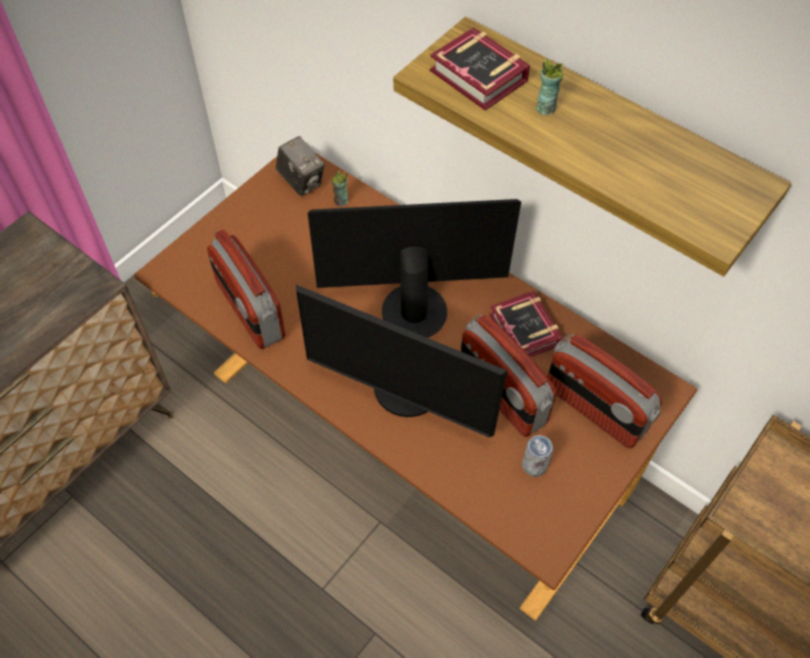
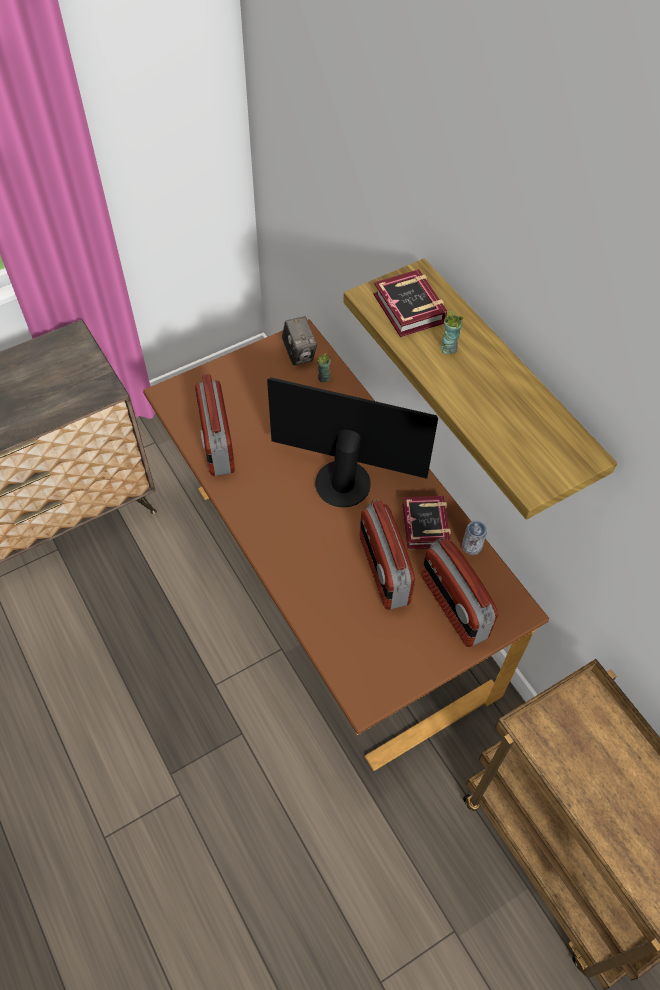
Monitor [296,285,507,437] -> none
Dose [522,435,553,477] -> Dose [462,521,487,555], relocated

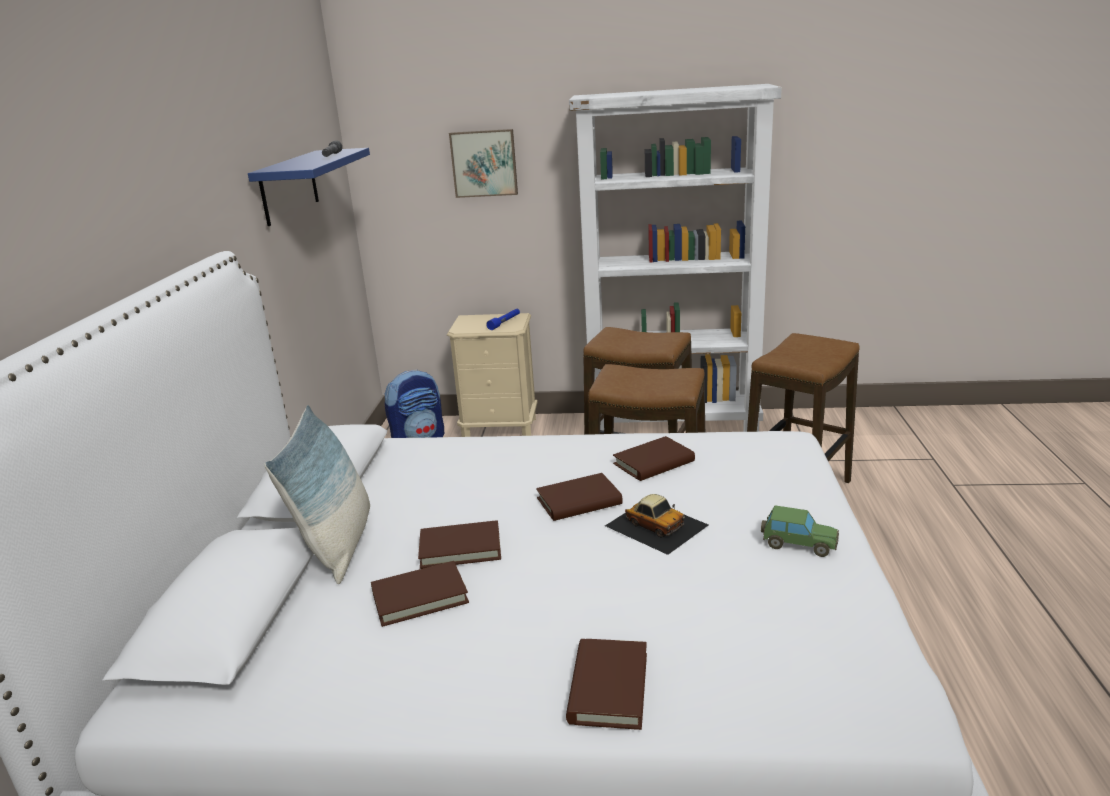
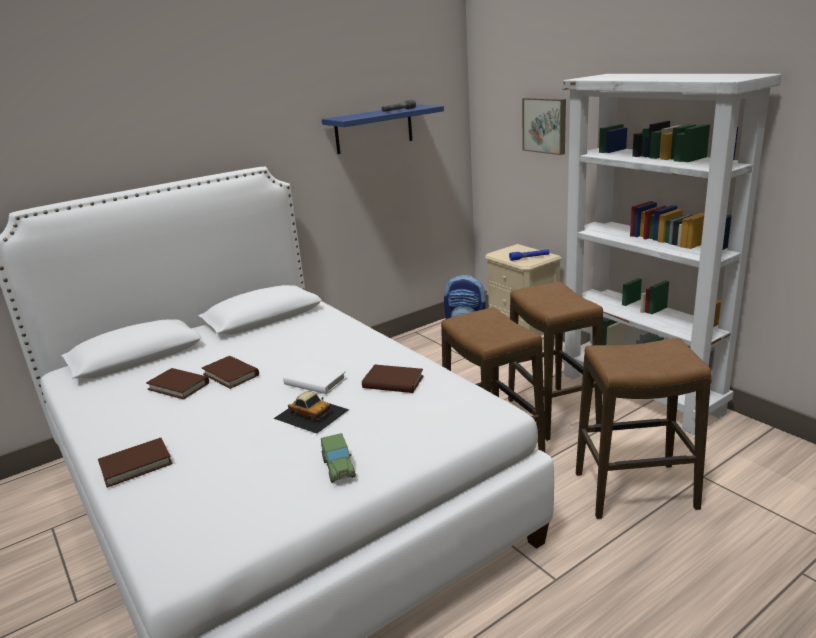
Kissen [264,405,370,584] -> none
Buch (braun) [536,473,623,521] -> Buch (weiß) [283,363,347,394]
Spielzeugauto [605,494,708,555] -> Spielzeugauto [273,391,349,434], 60 degrees counterclockwise

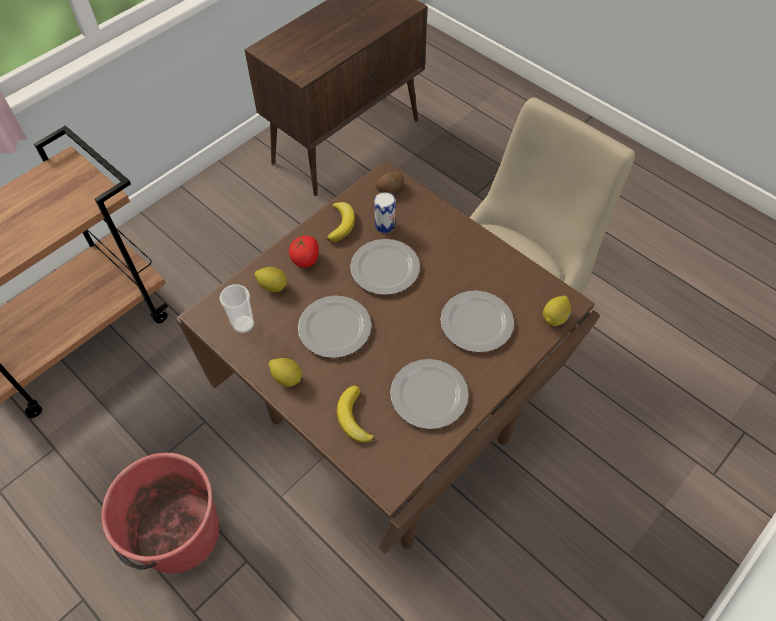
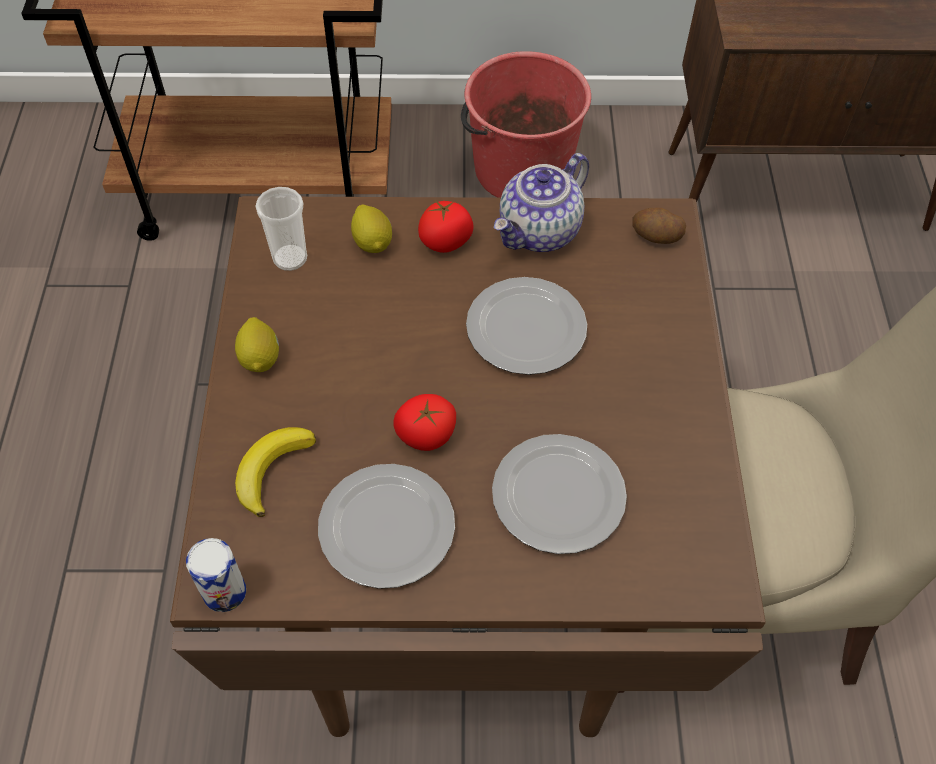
Dose [374,192,396,233] -> Dose [186,538,246,612], relocated
Banane [327,202,355,242] -> Teekanne [494,153,589,252]
Teller [298,296,371,358] -> none
Zitrone [543,296,571,326] -> none
Eimer (rot) [102,452,219,574] -> Eimer (rot) [461,51,591,198], relocated
none -> Tomate [393,394,456,451]

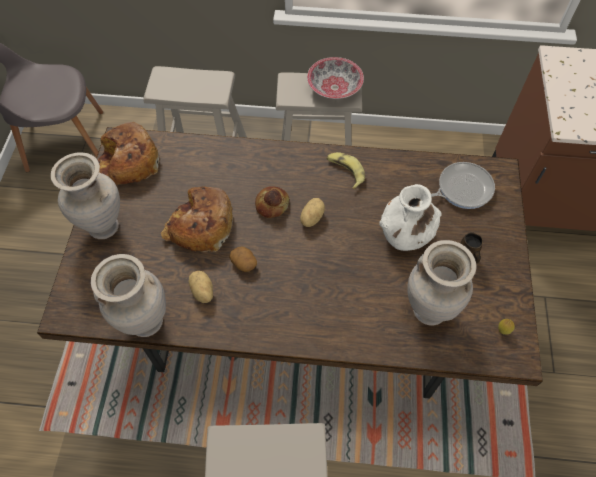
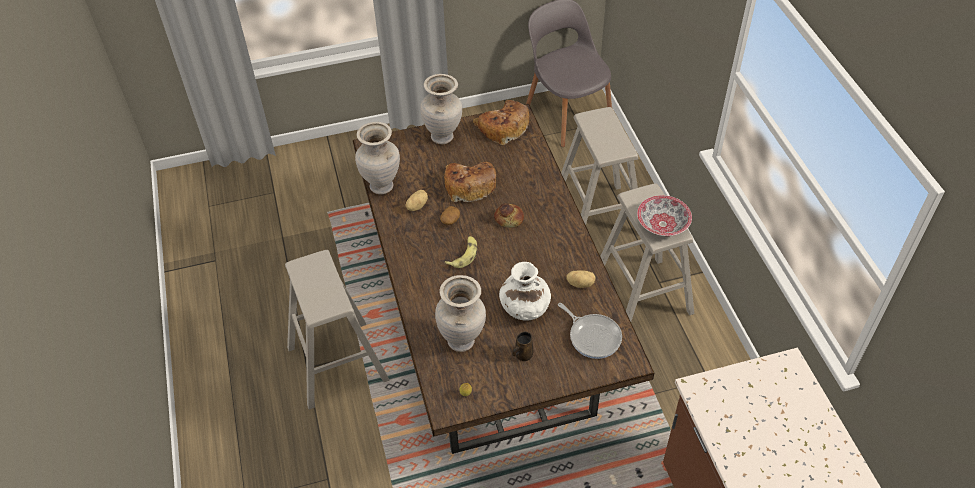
Banane [327,152,365,190] -> Banane [445,236,477,268], relocated
Kartoffel [300,198,325,227] -> Kartoffel [566,270,596,288], relocated

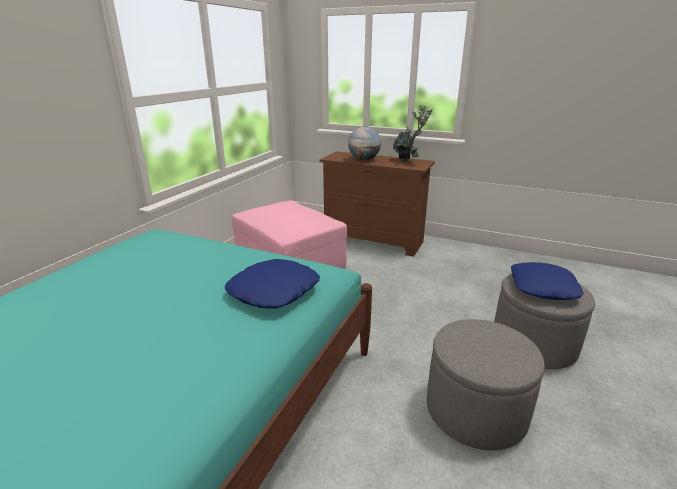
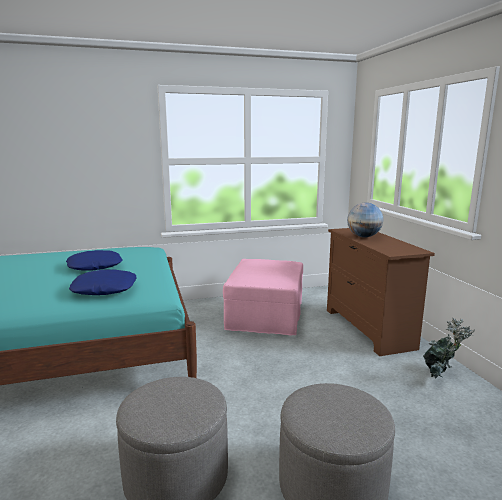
Topfpflanze [393,105,433,163] -> Topfpflanze [423,317,475,379], relocated
Kissen (blau) [511,262,584,300] -> Kissen (blau) [66,250,122,271], relocated

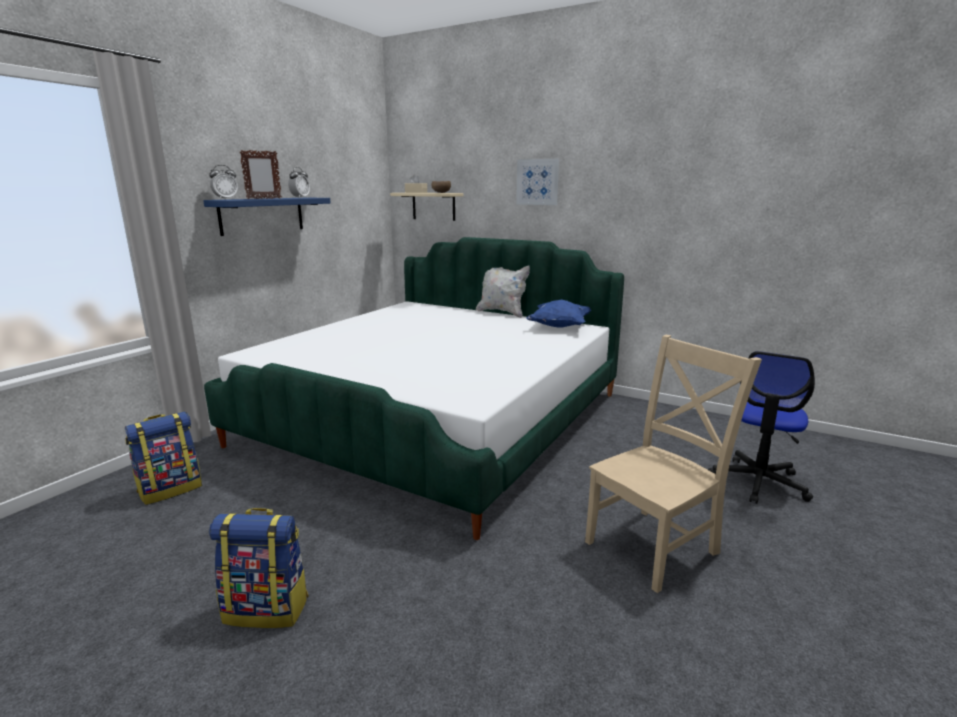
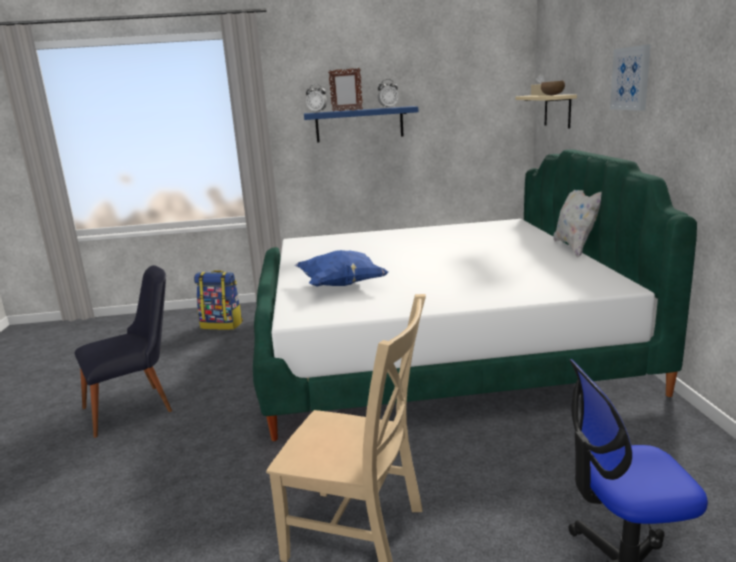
Kissen (blau) [526,299,592,327] -> Kissen (blau) [295,250,389,287], relocated
Rucksack [209,508,309,628] -> Stuhl (schwarz) [75,265,172,438]

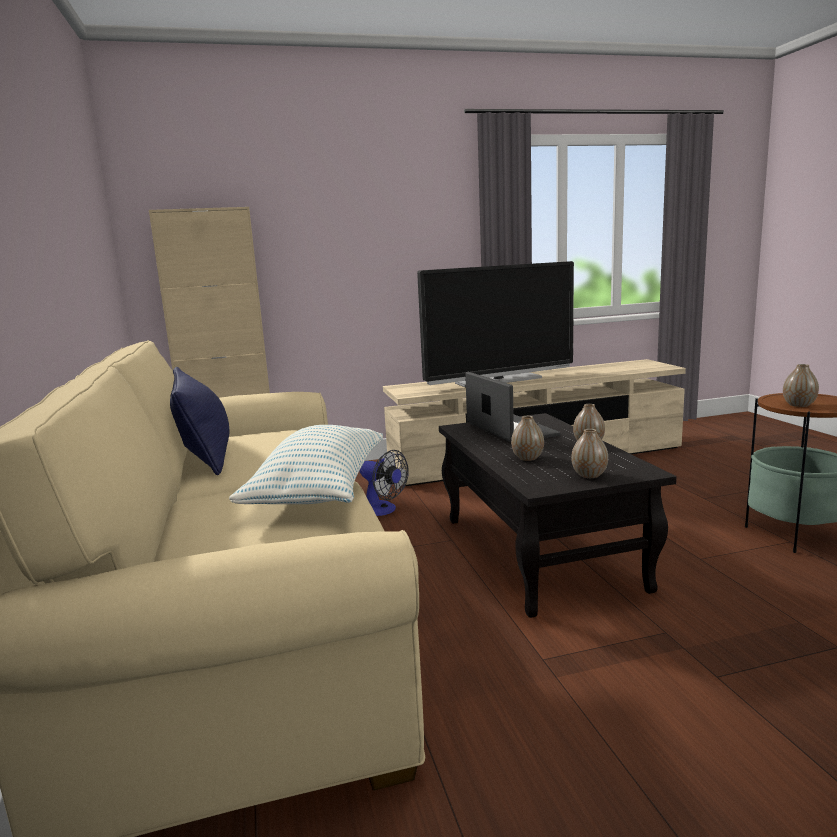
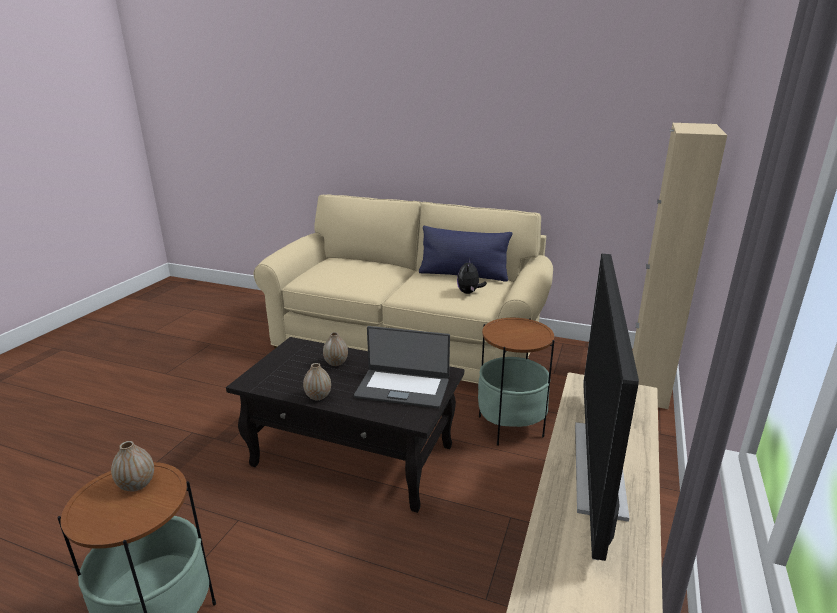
Kissen [229,425,383,504] -> none
Vase [571,429,608,478] -> none
Ventilator [360,450,409,516] -> Beistelltisch [478,318,554,446]
none -> Plüschtier [457,258,487,294]

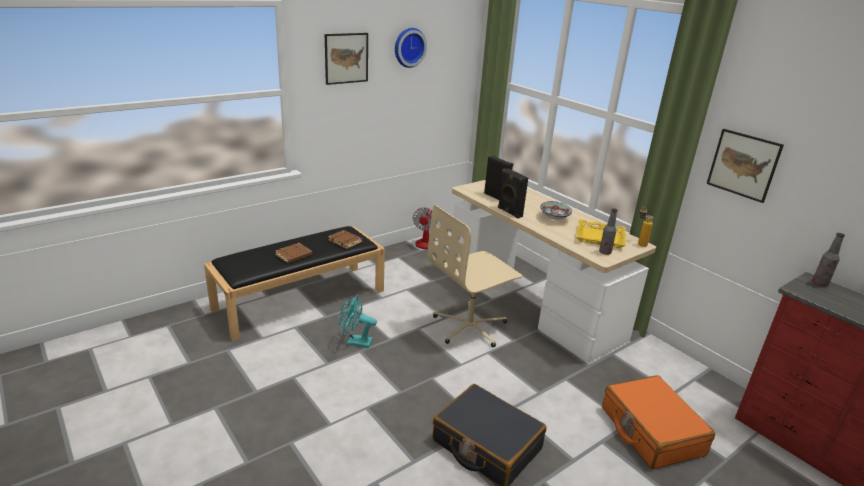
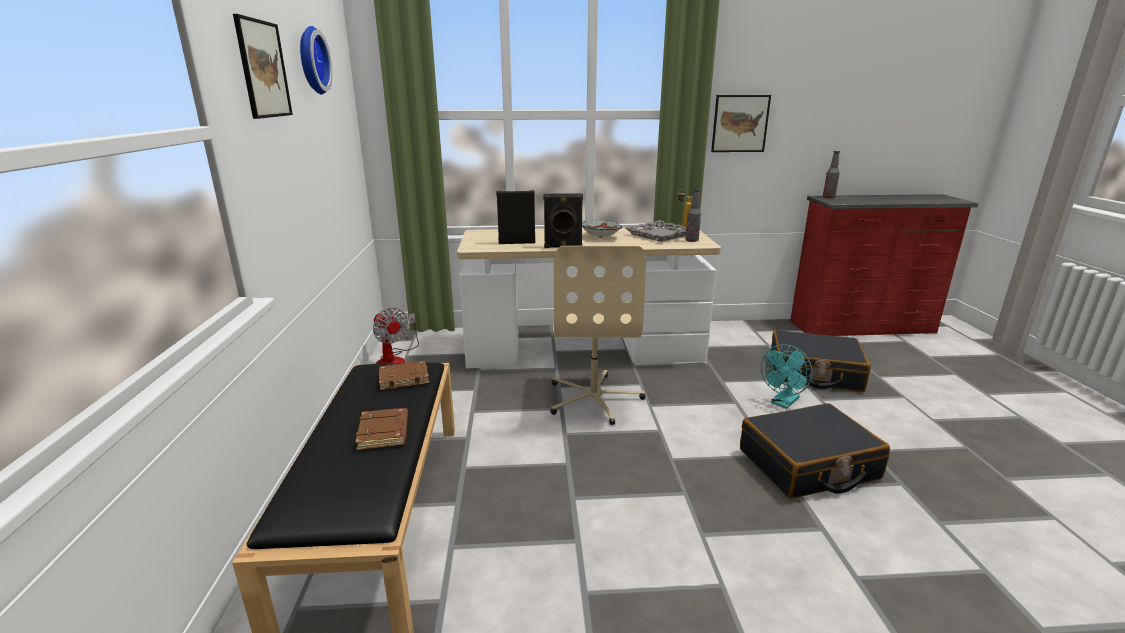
Tablett (gelb) [576,219,626,248] -> Tablett (grau) [626,220,686,242]
Ventilator (türkis) [339,295,377,348] -> Ventilator (türkis) [761,344,812,409], relocated
Koffer (orange) [602,375,715,470] -> Koffer (schwarz) [771,330,871,392]

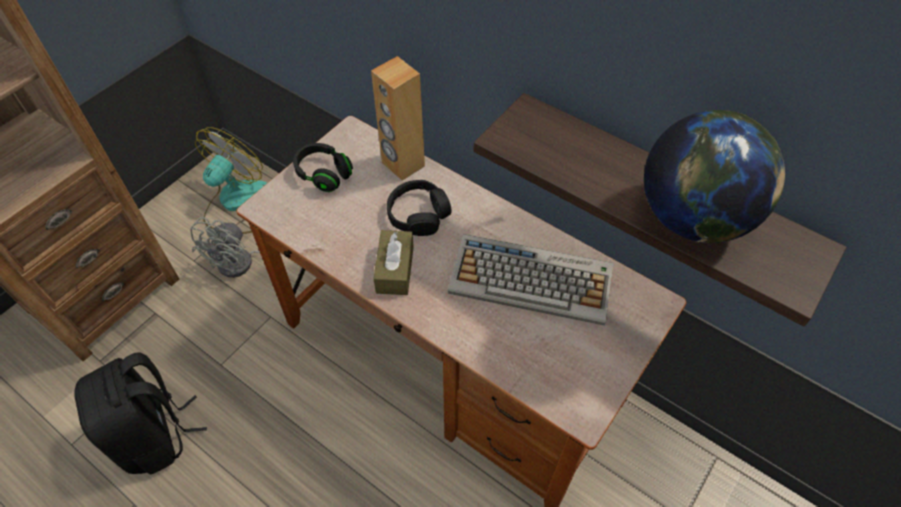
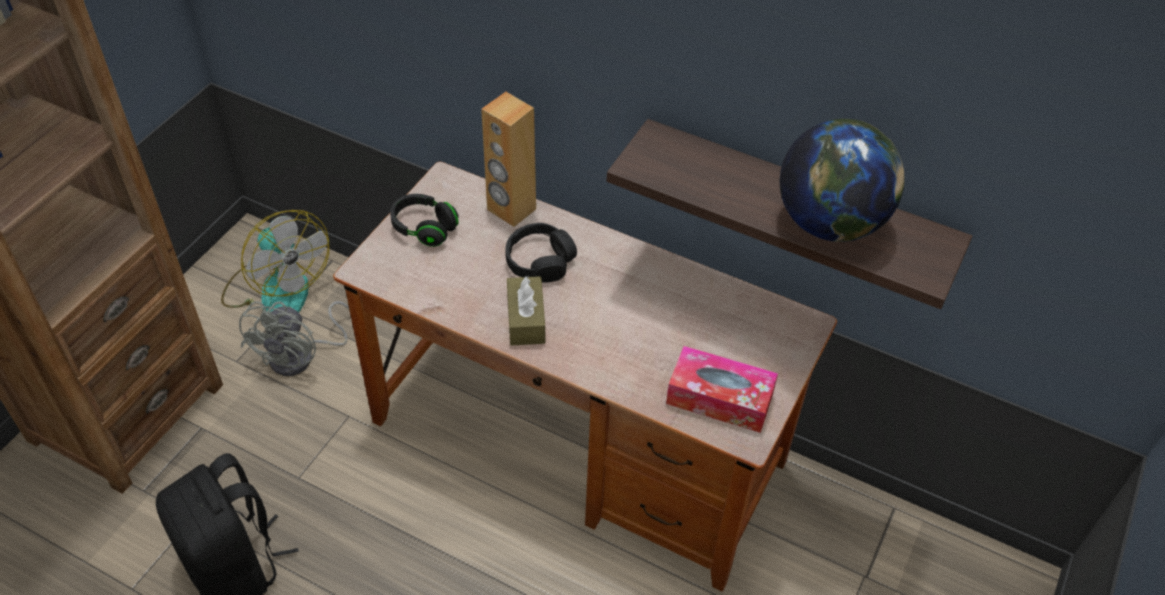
Ventilator [195,127,267,234] -> Ventilator [221,210,329,312], 120 degrees clockwise
Tastatur [448,234,614,326] -> none
none -> Taschentuchbox [666,346,778,433]

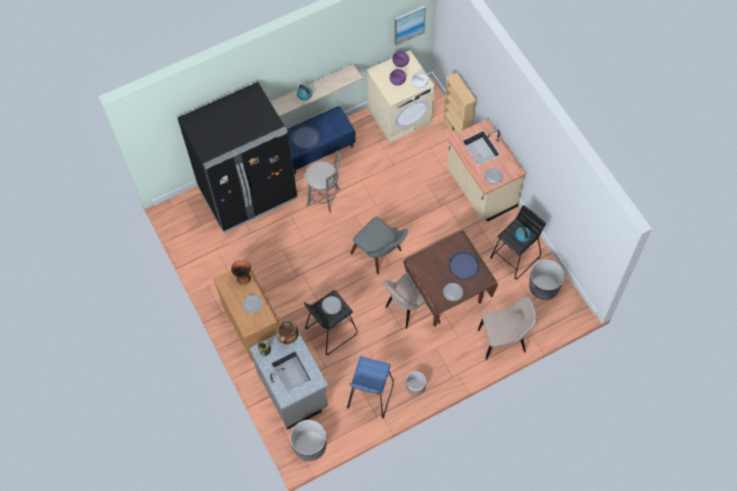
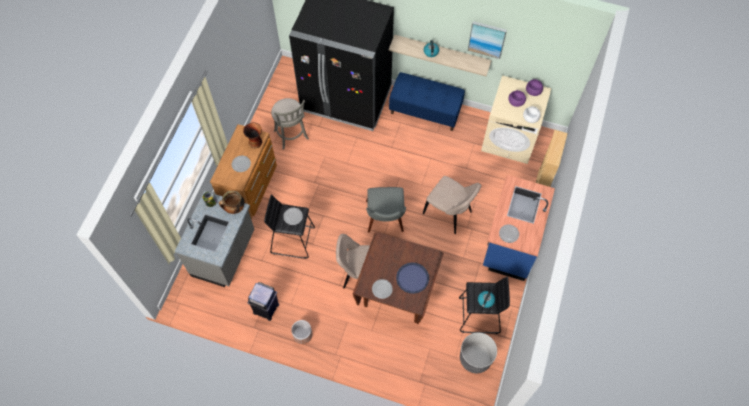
Bild [395,6,426,46] -> Bild [468,21,507,59], relocated
Küchenzeile (beige) [447,119,526,222] -> Küchenzeile (blau) [483,175,555,281]
Tablett (blau) [291,124,320,149] -> none
Hocker (grau) [305,151,340,213] -> Hocker (grau) [271,98,309,150], relocated
Stuhl (beige) [478,297,537,360] -> Stuhl (beige) [423,176,482,234], relocated
Hocker (blau) [347,356,394,418] -> Mülleimer (blau) [248,282,279,321]
Pflanzkübel (grau) [290,420,326,461] -> none

